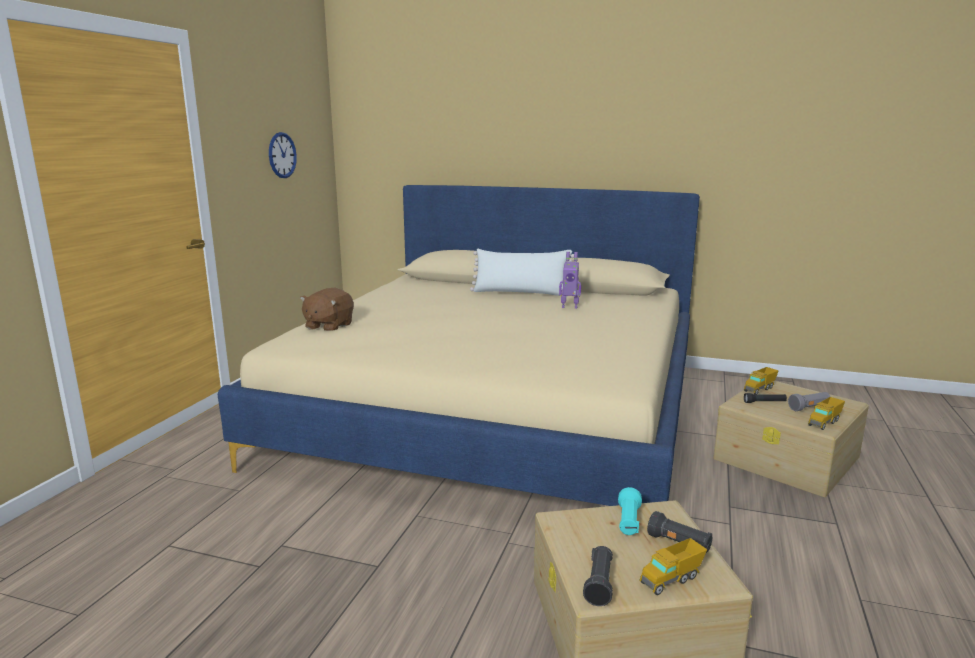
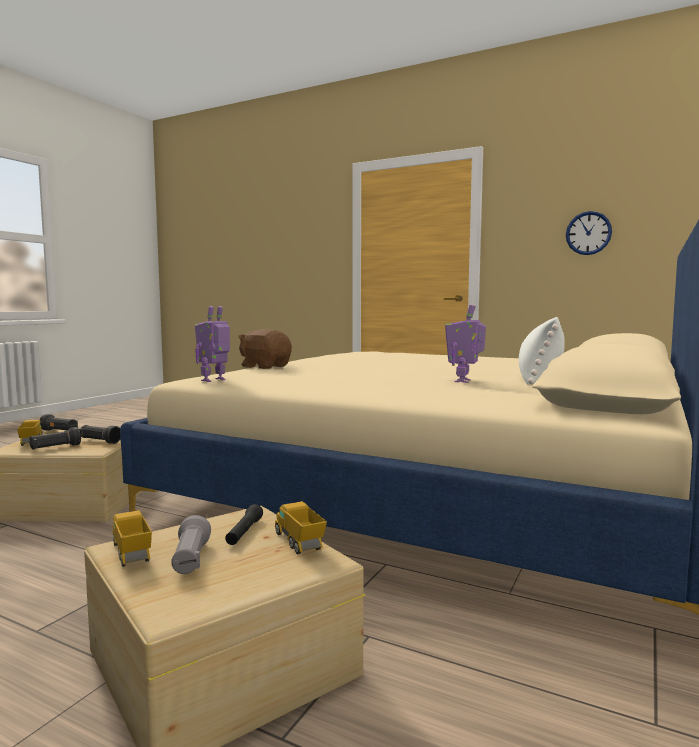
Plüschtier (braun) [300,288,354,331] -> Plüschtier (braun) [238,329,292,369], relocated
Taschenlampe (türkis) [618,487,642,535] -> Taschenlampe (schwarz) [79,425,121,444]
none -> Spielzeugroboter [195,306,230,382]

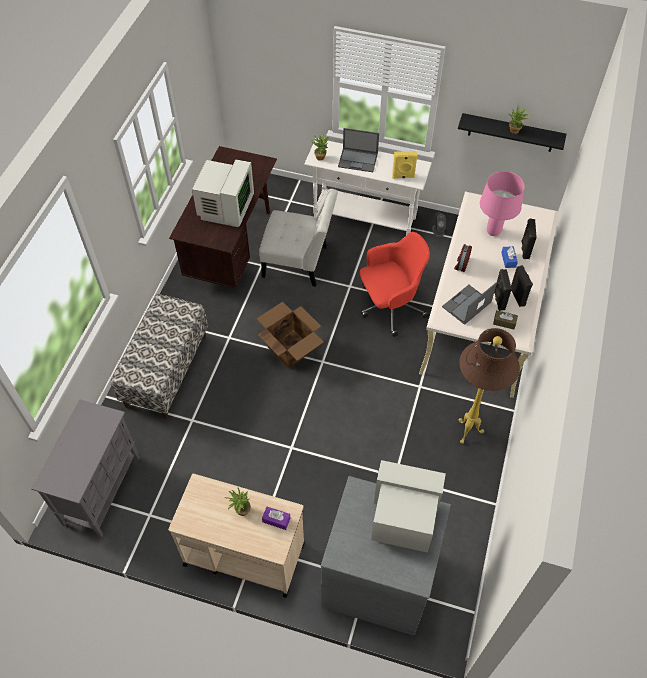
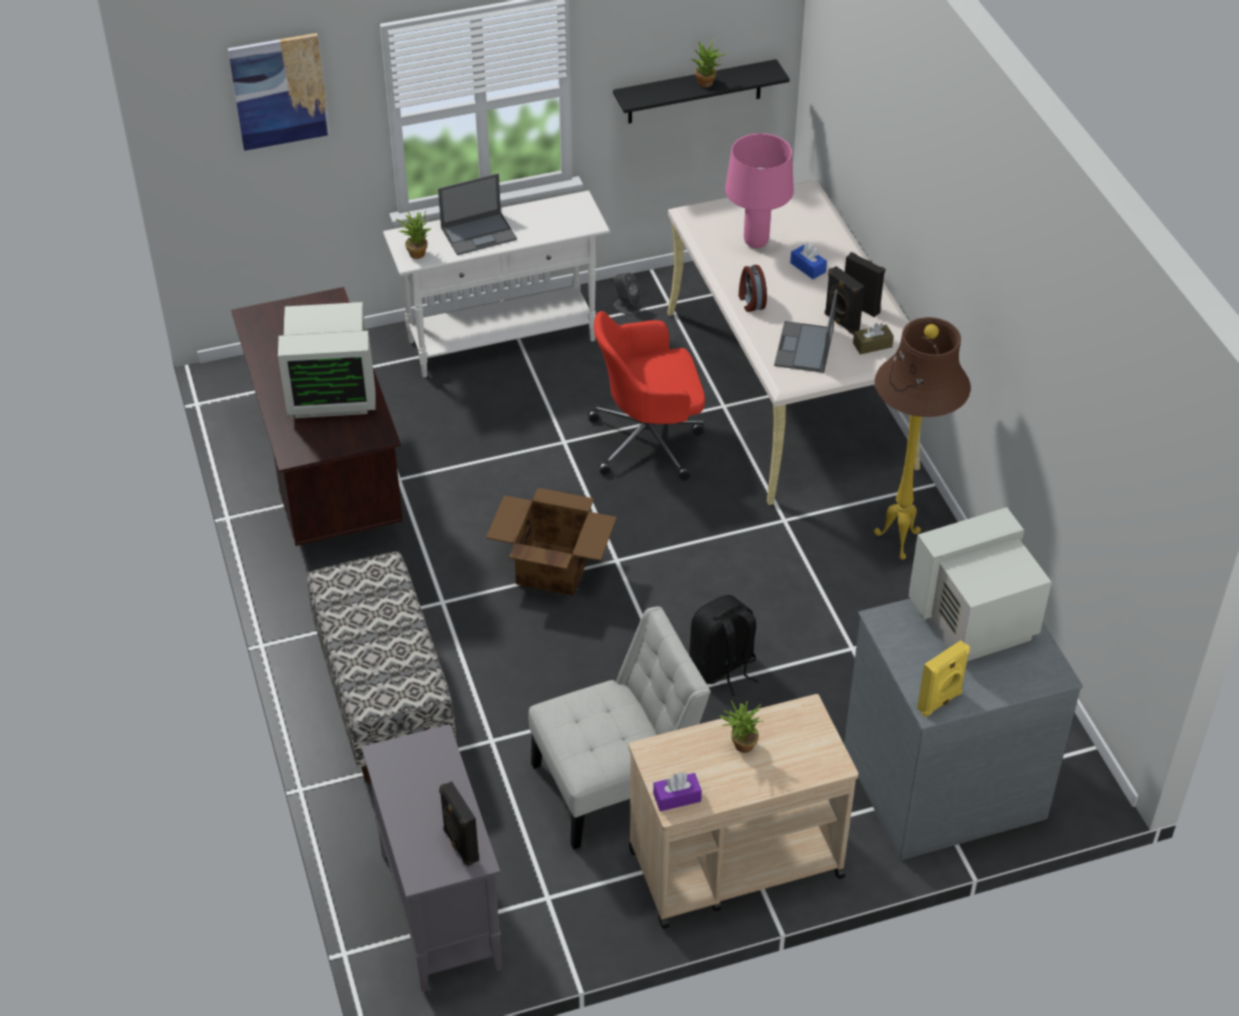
Lautsprecher (gelb) [392,151,418,179] -> Lautsprecher (gelb) [917,640,970,717], relocated
Monitor [192,159,254,227] -> Monitor [278,302,376,418], 105 degrees clockwise
Stuhl (weiß) [259,189,338,287] -> Stuhl (weiß) [528,606,711,850], relocated
Lautsprecher (schwarz) [522,218,537,259] -> Lautsprecher (schwarz) [439,781,479,866], relocated
Bürostuhl (rot) [360,232,430,337] -> Bürostuhl (rot) [588,311,705,480], 135 degrees counterclockwise
Taschentuchbox (lila) [262,507,290,530] -> Taschentuchbox (lila) [653,772,702,811], relocated
none -> Bild [228,33,330,151]
none -> Rucksack (schwarz) [689,595,759,696]

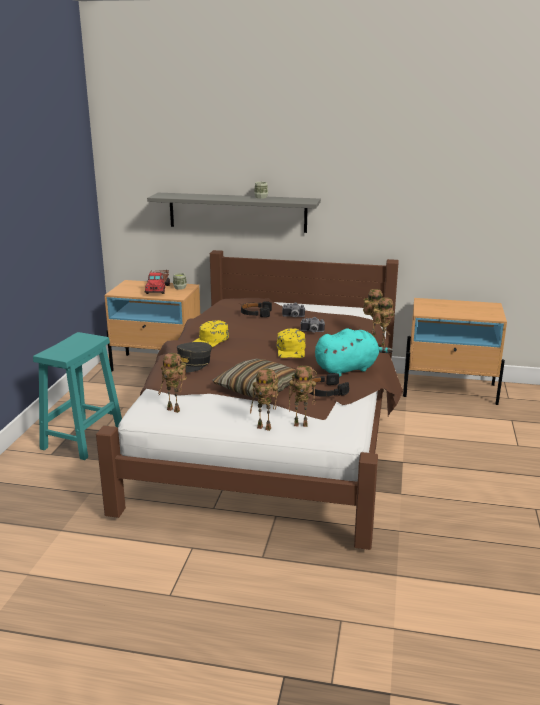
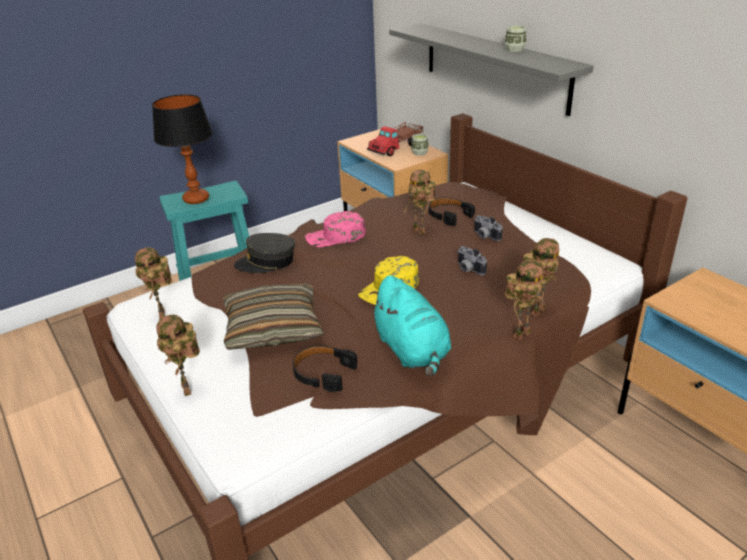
Kappe (gelb) [193,320,229,347] -> Kappe (rosa) [305,211,366,247]
Plüschtier (türkis) [315,329,393,377] -> Plüschtier (türkis) [369,275,451,377], 45 degrees clockwise
Spielzeugroboter [289,366,317,427] -> Spielzeugroboter [404,170,436,235], relocated
none -> Tischlampe [152,94,213,204]

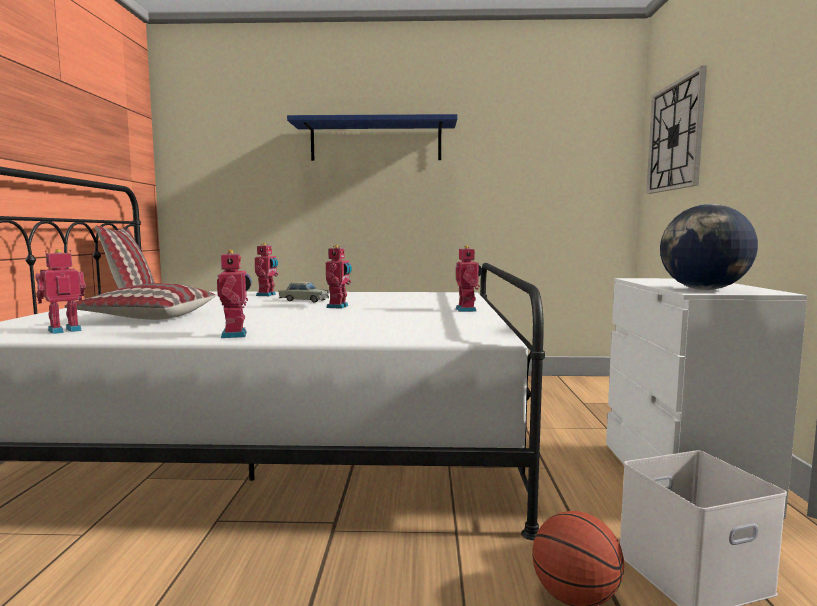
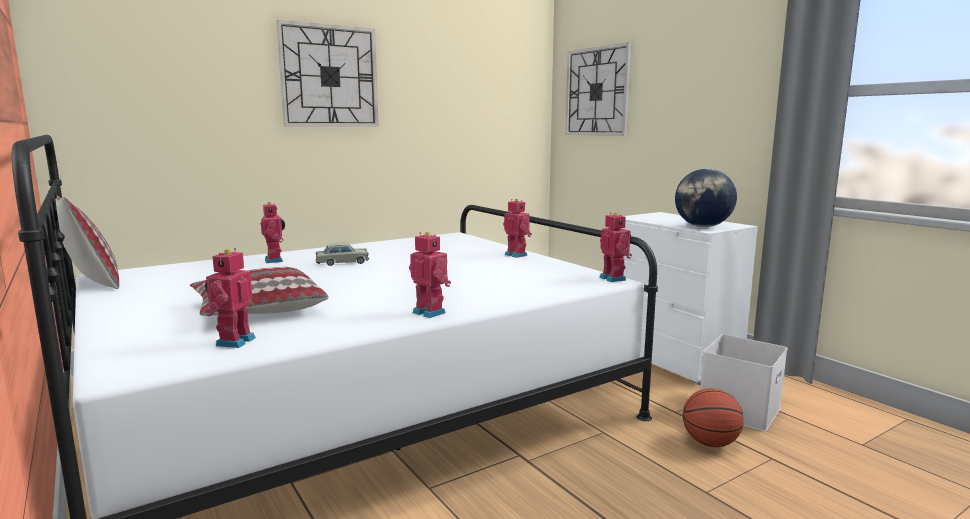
Wandregal (blau) [287,114,457,161] -> Wanduhr [276,20,379,127]
Spielzeugroboter [326,245,352,309] -> Spielzeugroboter [599,212,632,282], relocated

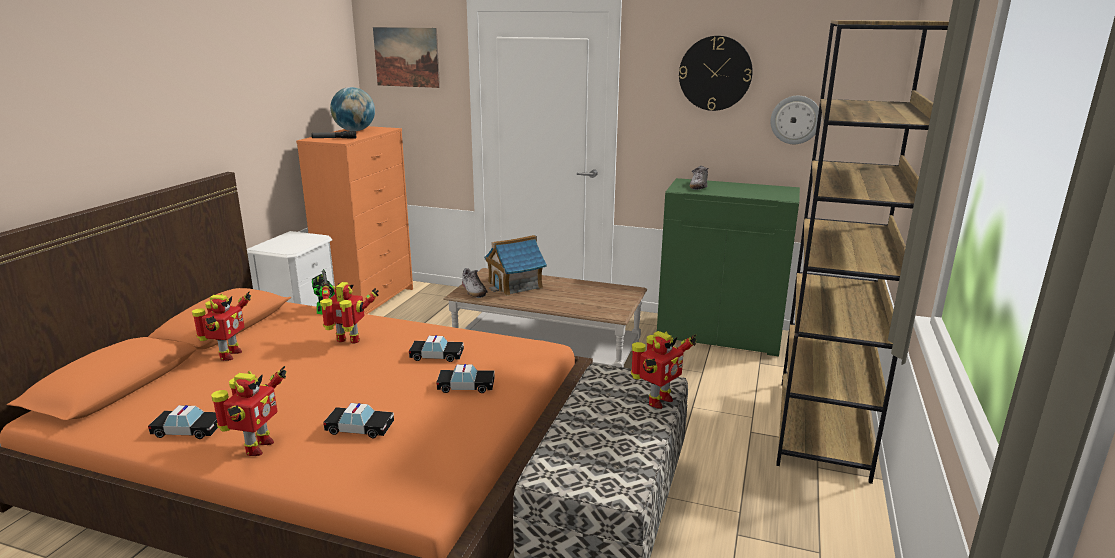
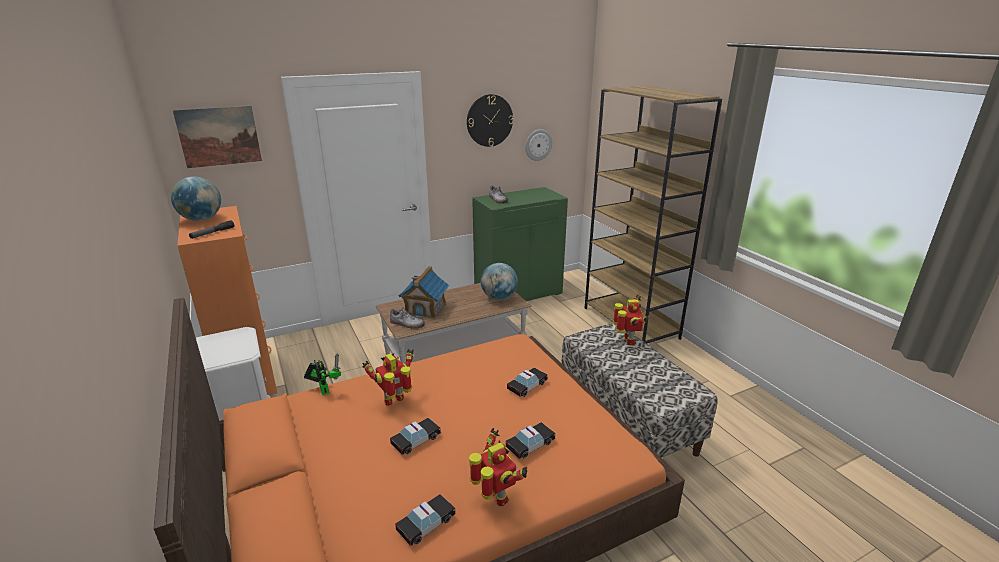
Spielzeugroboter [192,291,251,361] -> none
Spielzeugauto [409,335,464,362] -> Spielzeugauto [390,418,441,455], relocated
none -> Globus [481,263,518,300]

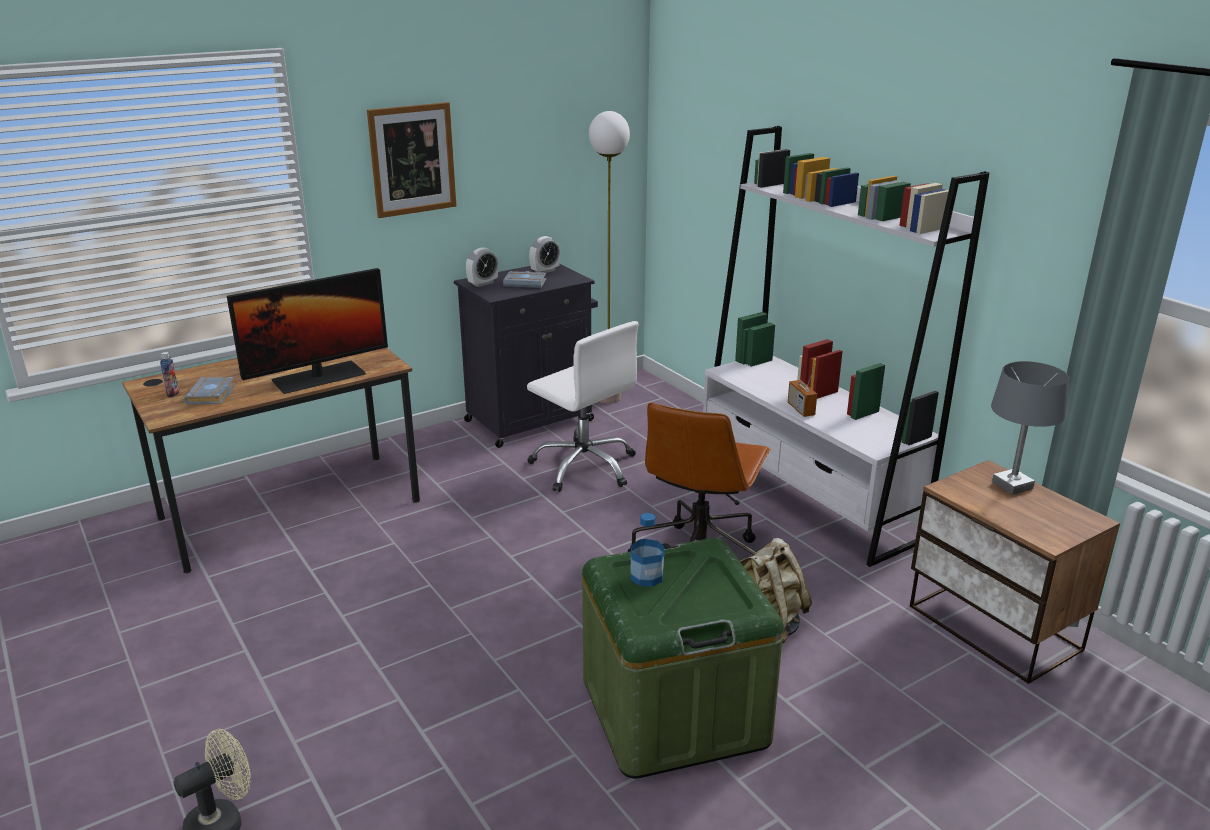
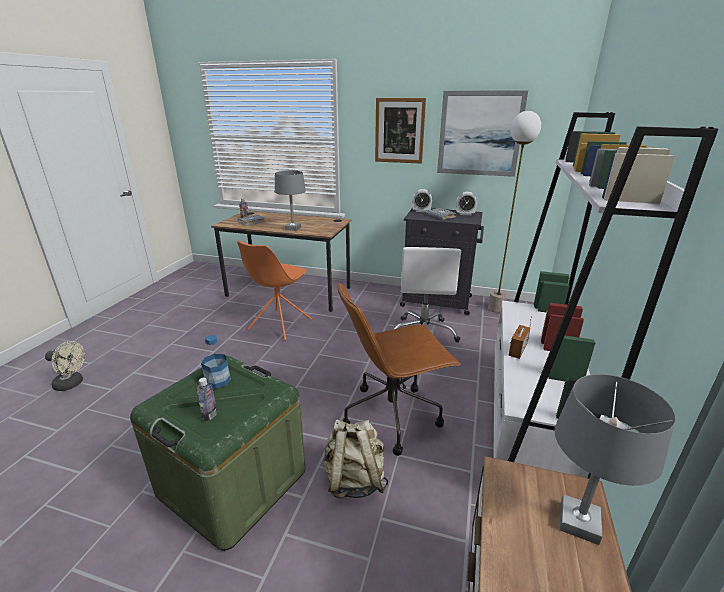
Monitor [227,268,388,394] -> Tischlampe (grau) [275,171,306,231]
none -> Bild [437,90,528,177]
none -> Stuhl (orange) [237,240,312,341]
none -> Flasche [197,378,217,422]

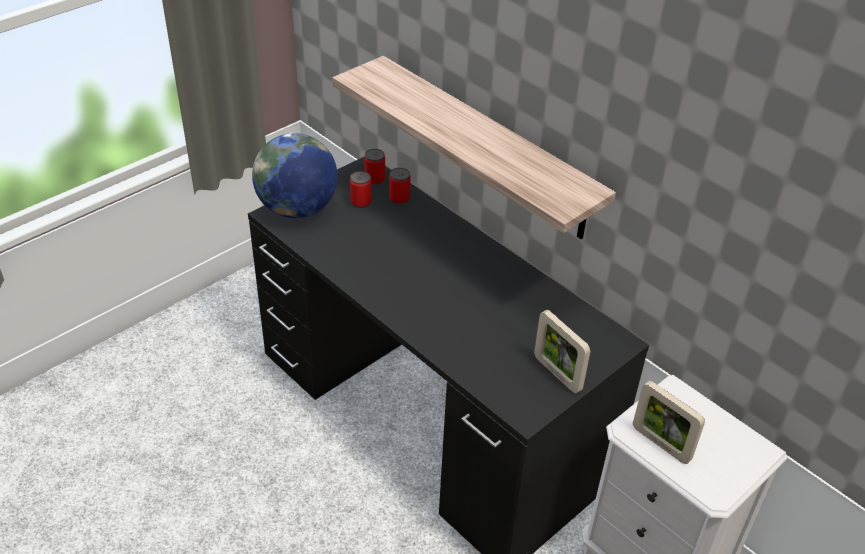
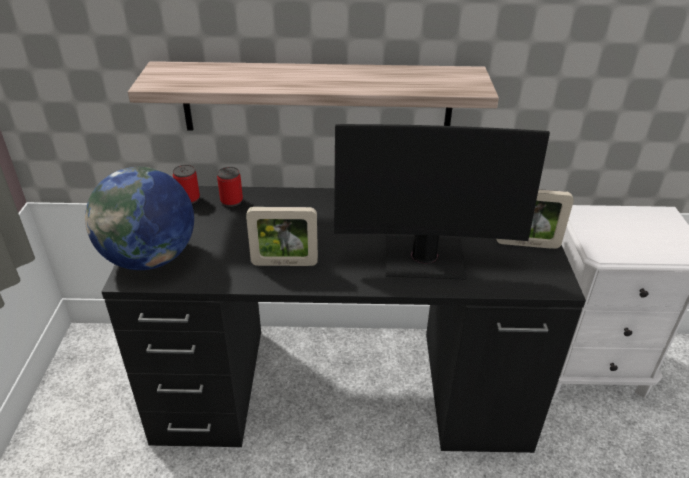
Dose [350,171,372,208] -> none
Bilderrahmen [633,381,705,464] -> Bilderrahmen [246,207,318,266], relocated
none -> Monitor [334,124,550,280]

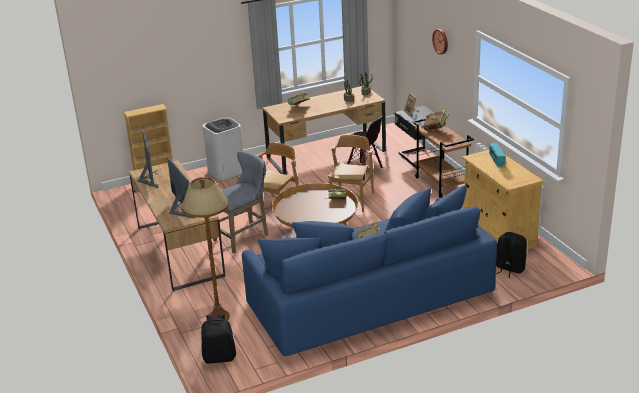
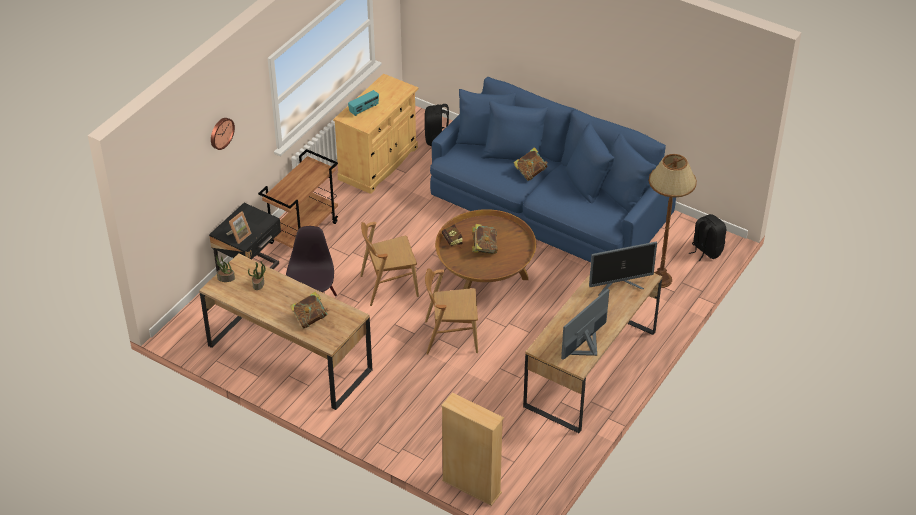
Buch [423,110,449,131] -> Buch [472,224,498,254], relocated
Mülleimer (weiß) [203,117,243,180] -> none
Hocker (grau) [213,151,268,254] -> none
Monitor [167,157,195,218] -> Monitor [589,242,657,296], 135 degrees counterclockwise

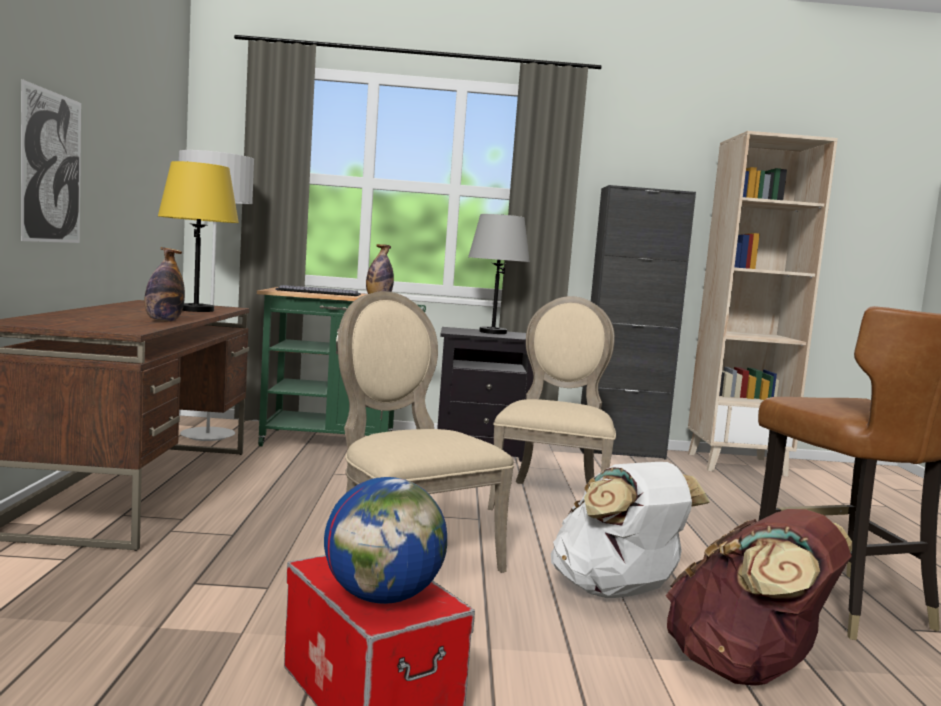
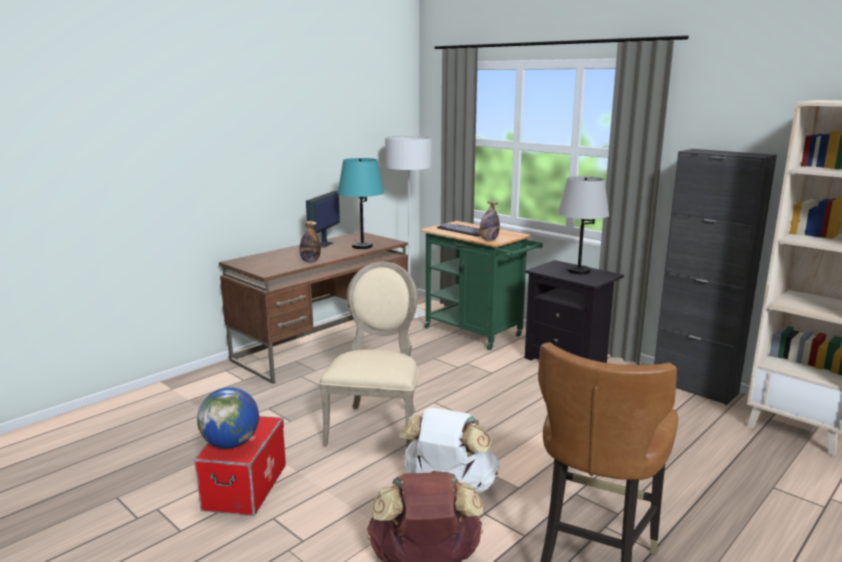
Bild [21,79,81,243] -> none
Tischlampe (gelb) [158,161,239,312] -> Tischlampe (türkis) [338,158,384,249]
Stuhl (beige) [488,296,616,510] -> none
none -> Monitor [306,191,340,247]

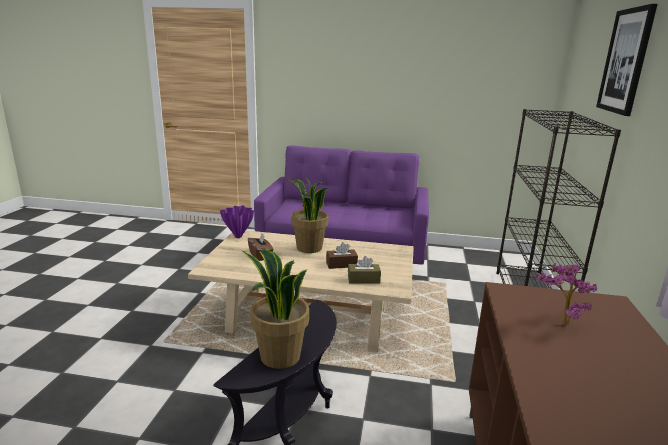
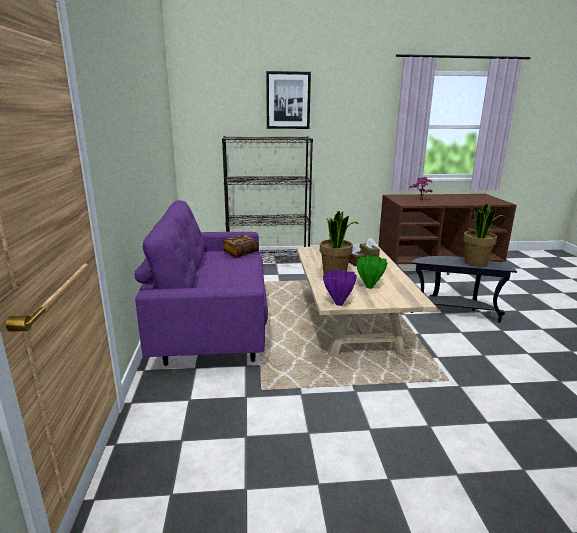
Taschentuchbox (braun) [248,233,274,261] -> Vase (grün) [357,256,388,289]
none -> Buch [222,235,259,257]

